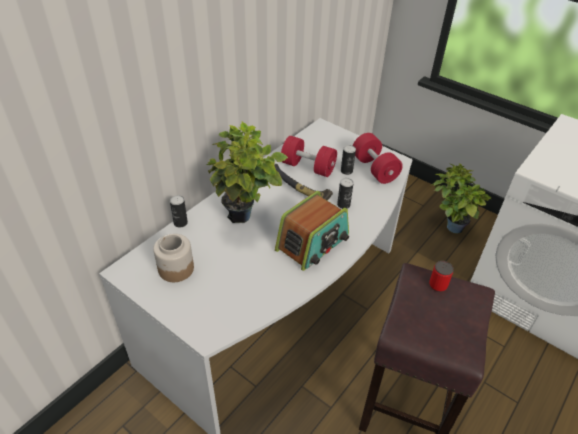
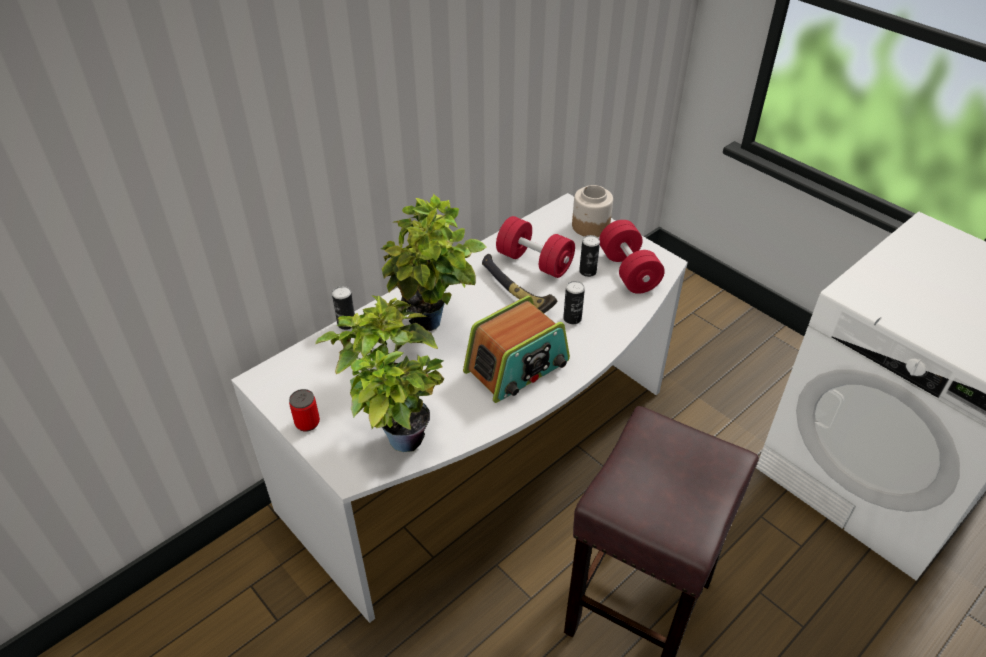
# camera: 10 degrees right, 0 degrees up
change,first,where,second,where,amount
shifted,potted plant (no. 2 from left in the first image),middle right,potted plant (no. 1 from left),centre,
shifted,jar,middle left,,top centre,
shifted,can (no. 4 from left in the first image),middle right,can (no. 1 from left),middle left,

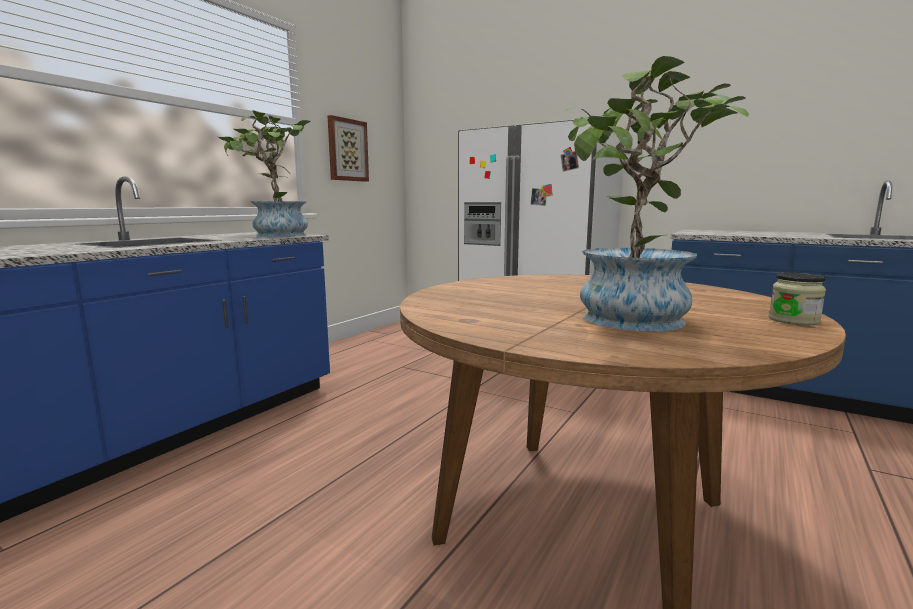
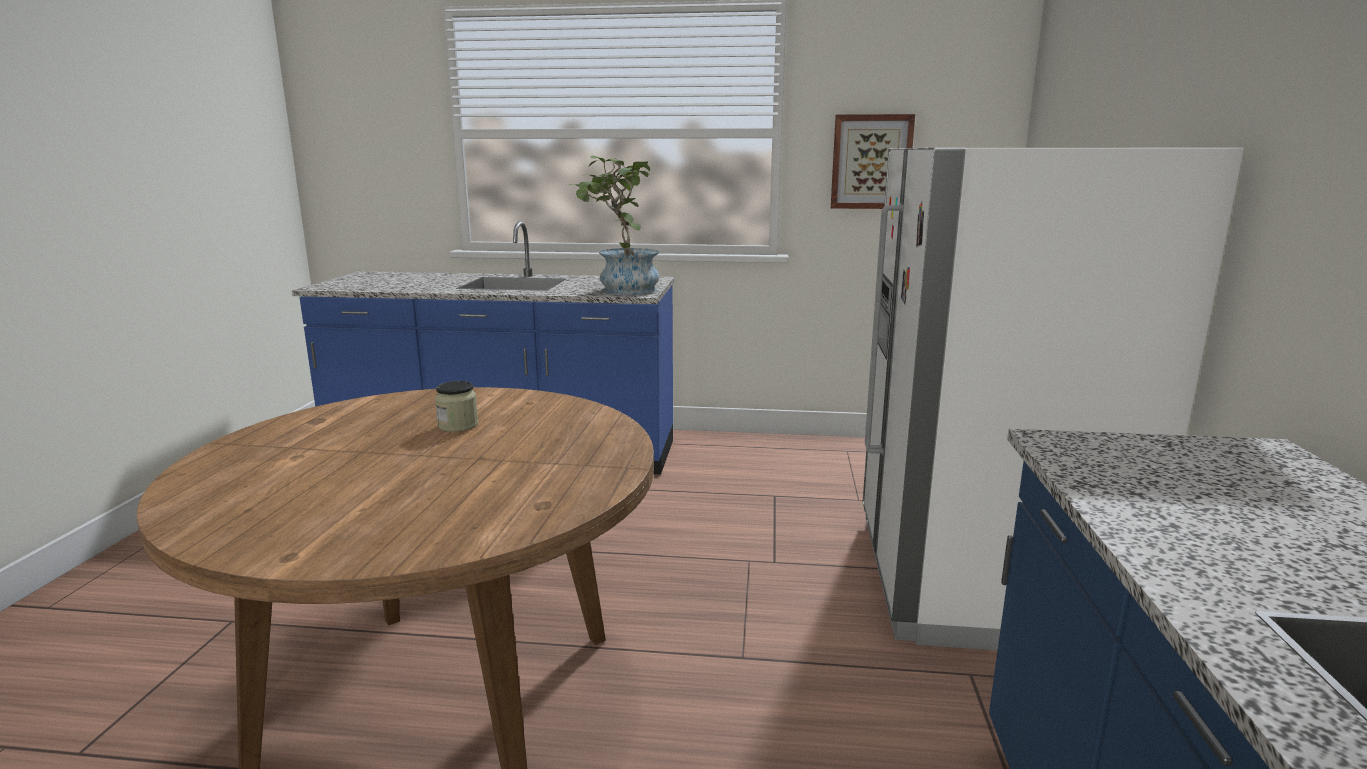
# camera: 65 degrees right, 5 degrees up
change,first,where,second,where,amount
gone,potted plant (no. 2 from left),top right,,,
shifted,jar,middle right,,centre,

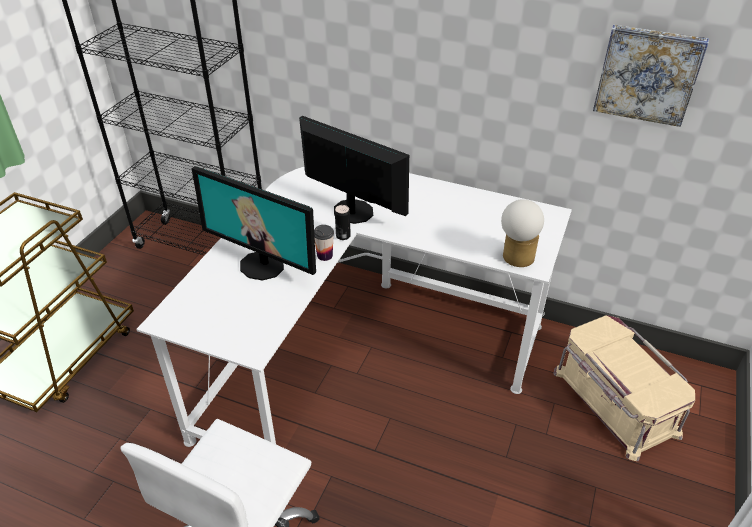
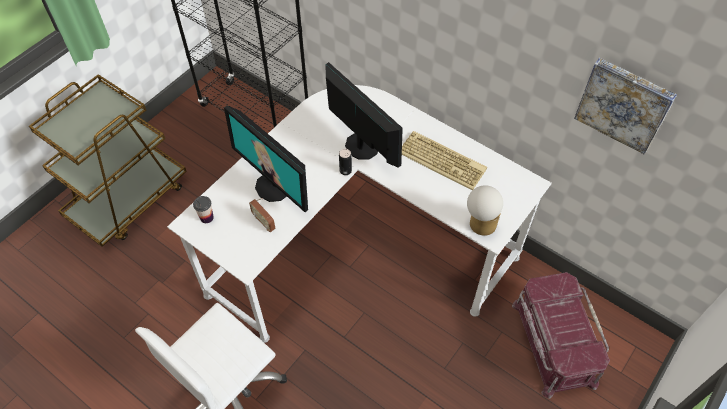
# camera: 15 degrees right, 15 degrees up
change,first,where,second,where,amount
shifted,cup,centre,,middle left,
repainted,storage box (beige),bottom right,storage box (red),bottom right,
new,,,keyboard,centre,
new,,,radio,centre,

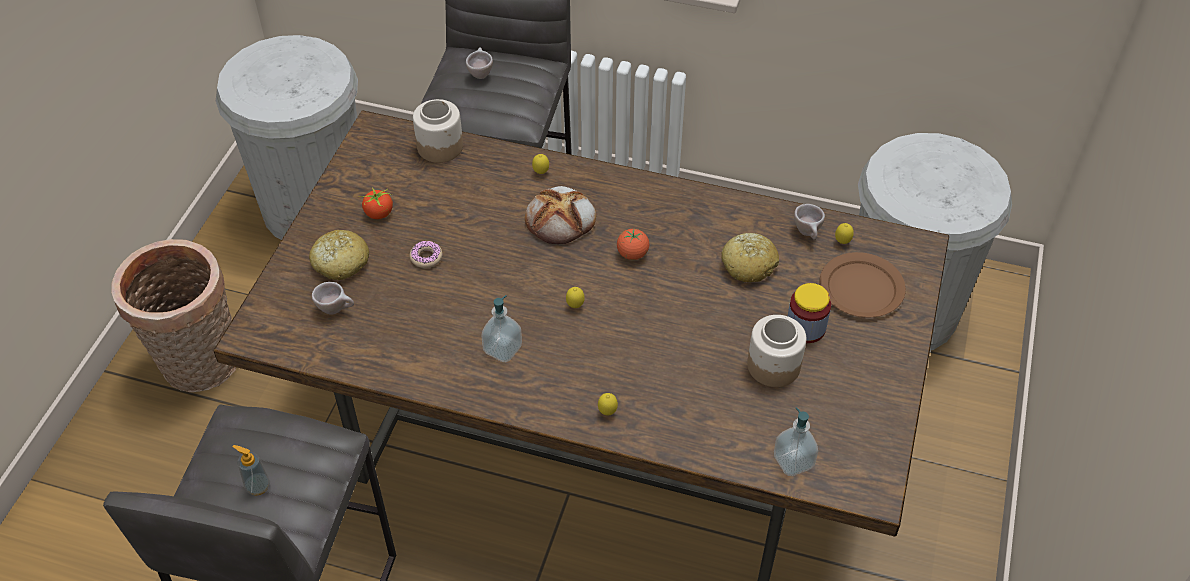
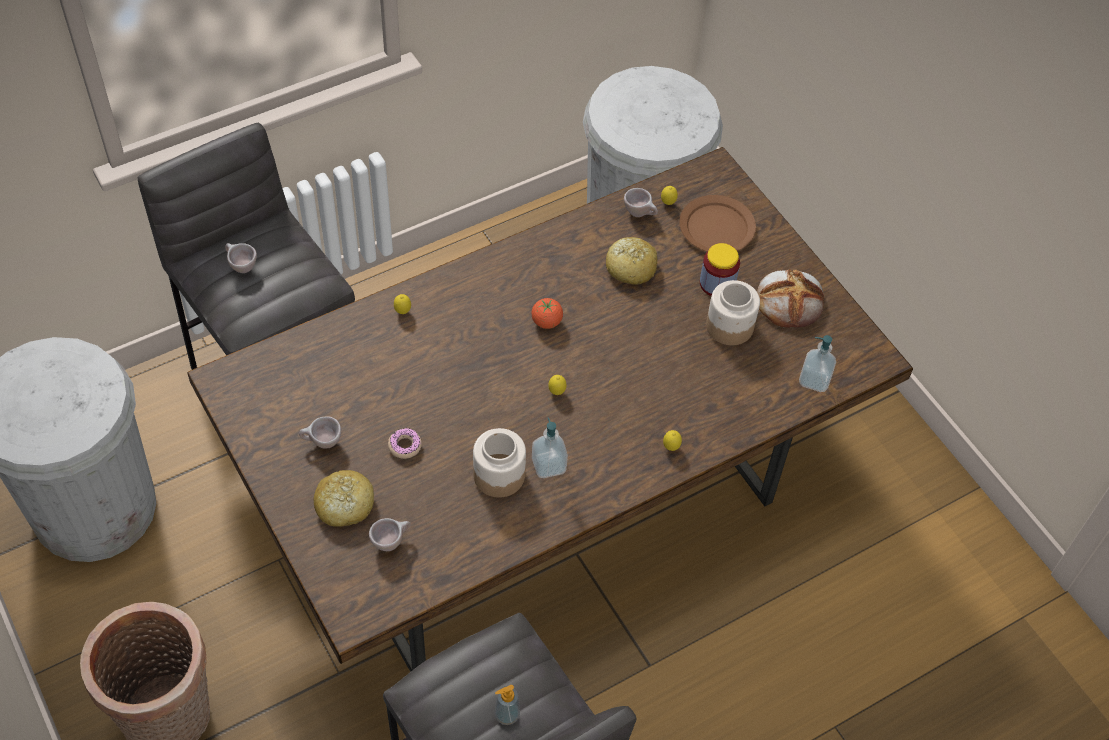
# camera: 50 degrees left, 5 degrees up
change,first,where,second,where,amount
shifted,jar (no. 1 from left),top centre,,centre,
shifted,bread (no. 2 from left in the first image),centre,bread (no. 3 from left),middle right,
swapped,tomato (no. 1 from left),middle left,cup (beige) (no. 2 from left),middle left,

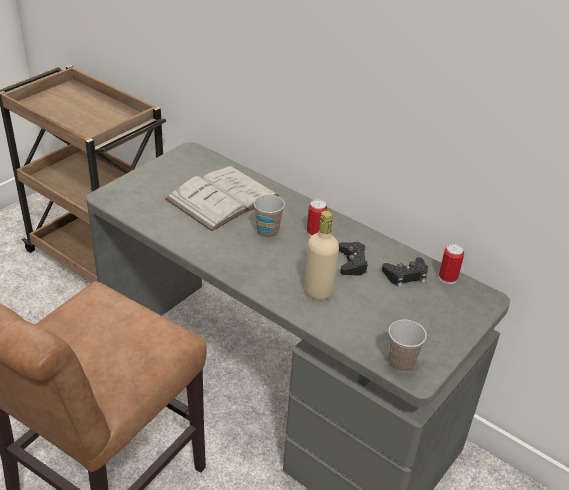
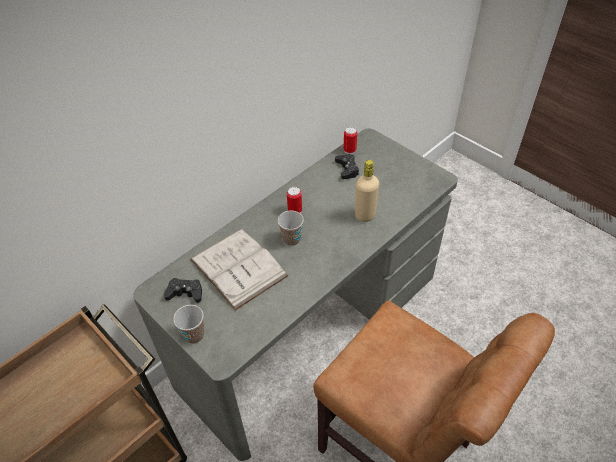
# camera: 80 degrees left, 10 degrees up
change,first,where,second,where,amount
shifted,game controller (black) (no. 1 from left),centre,,middle left,
shifted,cup (no. 2 from left in the first image),bottom right,cup (no. 1 from left),bottom left,

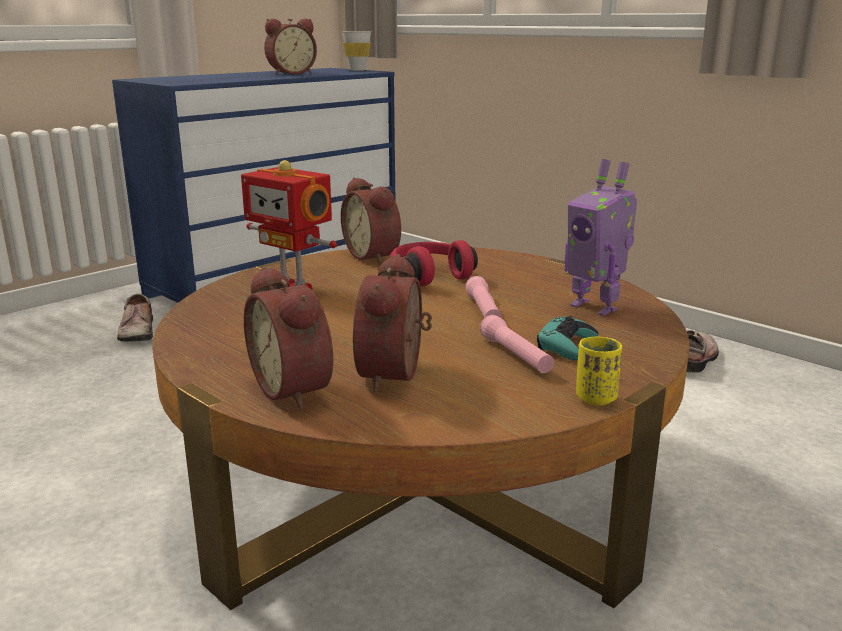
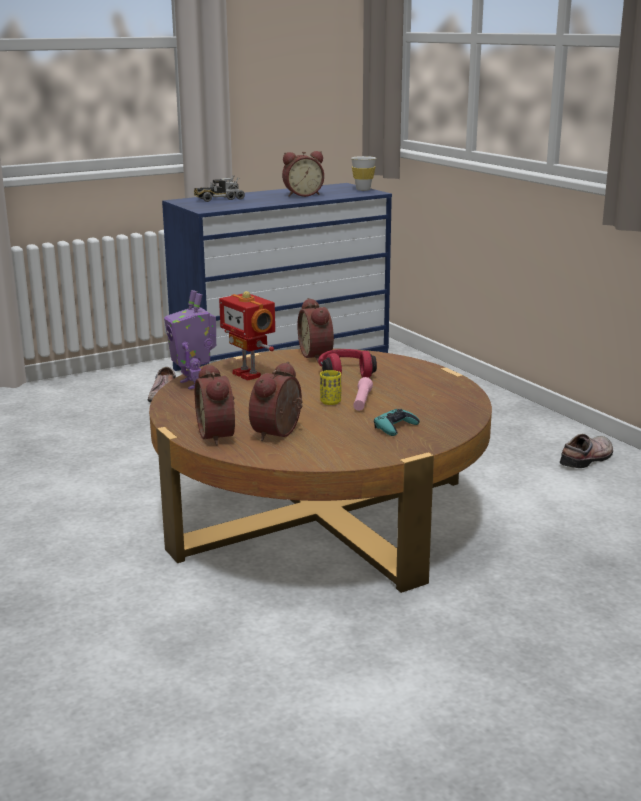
# camera: 15 degrees right, 0 degrees up
change,first,where,second,where,amount
shifted,toy robot (no. 2 from left in the first image),middle right,toy robot (no. 1 from left),middle left,
gone,flashlight (pink) (no. 2 from left),centre,,,
shifted,cup (yellow),middle right,,centre,
new,,,toy truck,top centre,

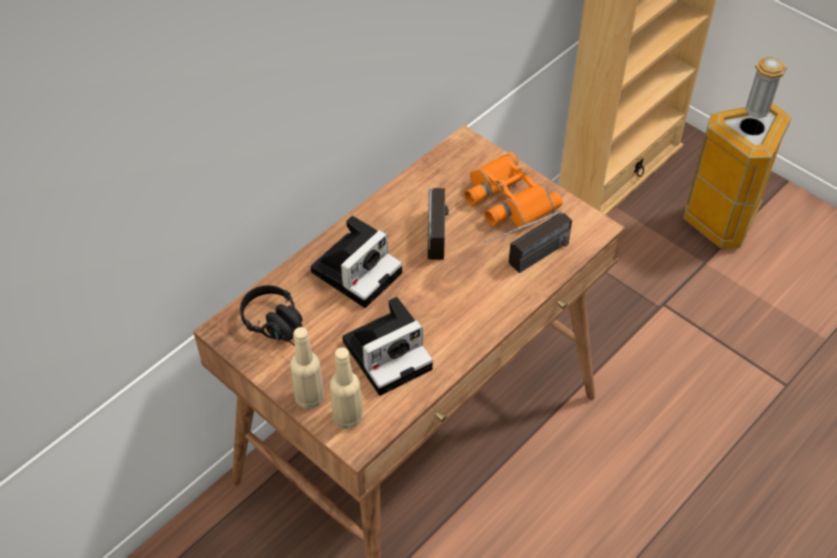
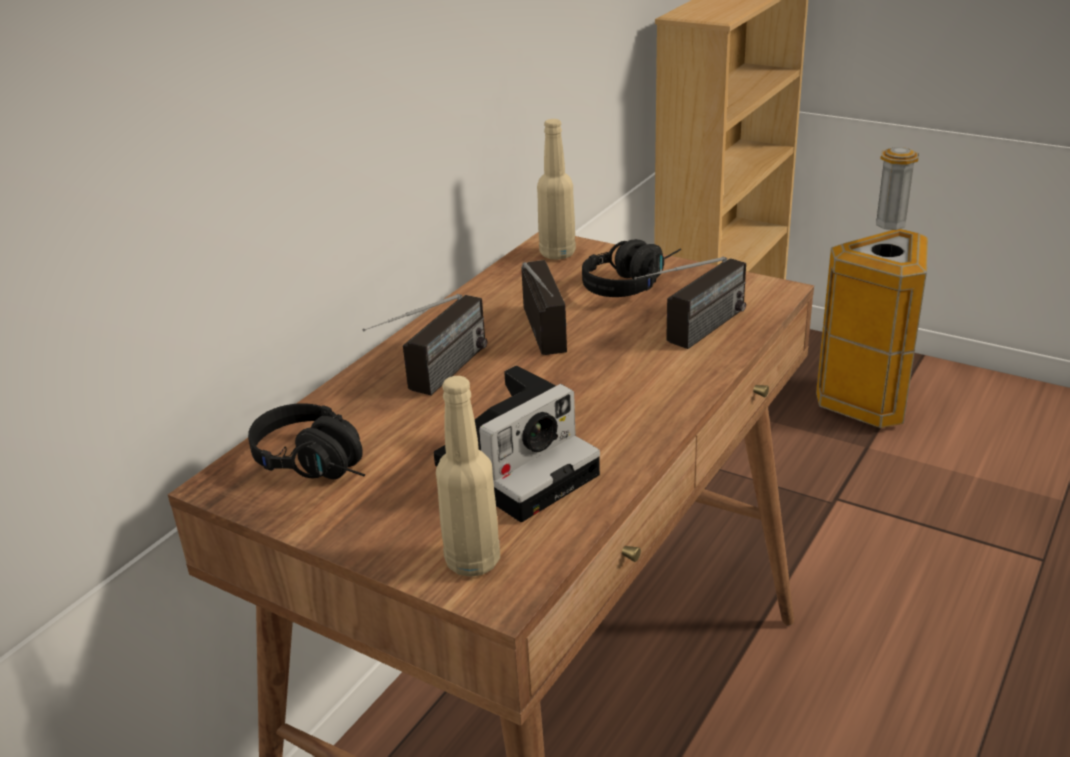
# camera: 10 degrees left, 20 degrees down
change,first,where,second,where,amount
swapped,binoculars (orange),centre,headphones (black) (no. 2 from left),centre,
swapped,photo camera (no. 1 from left),centre,radio (no. 1 from left),centre,
shifted,bottle (beige) (no. 1 from left in the first image),centre,bottle (beige) (no. 2 from left),top centre,

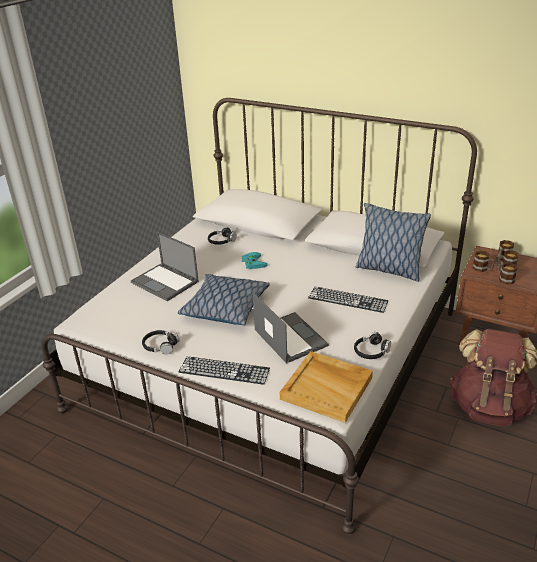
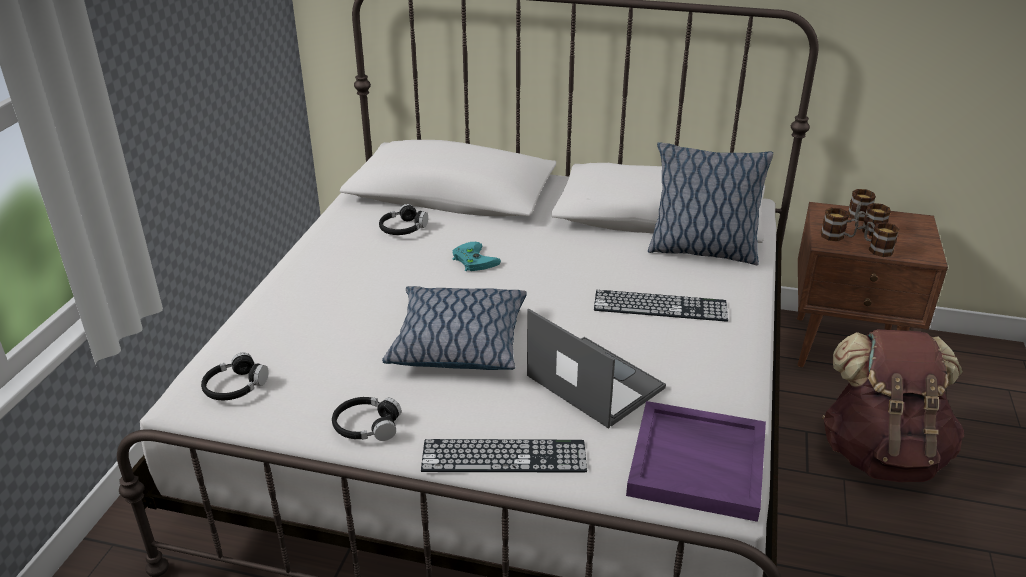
# camera: 15 degrees left, 0 degrees up
change,first,where,second,where,amount
gone,laptop (no. 1 from left),middle left,,,
shifted,headphones (black) (no. 3 from left in the first image),middle right,headphones (black) (no. 1 from left),middle left,
repainted,tray (beige),bottom centre,tray (purple),bottom right,

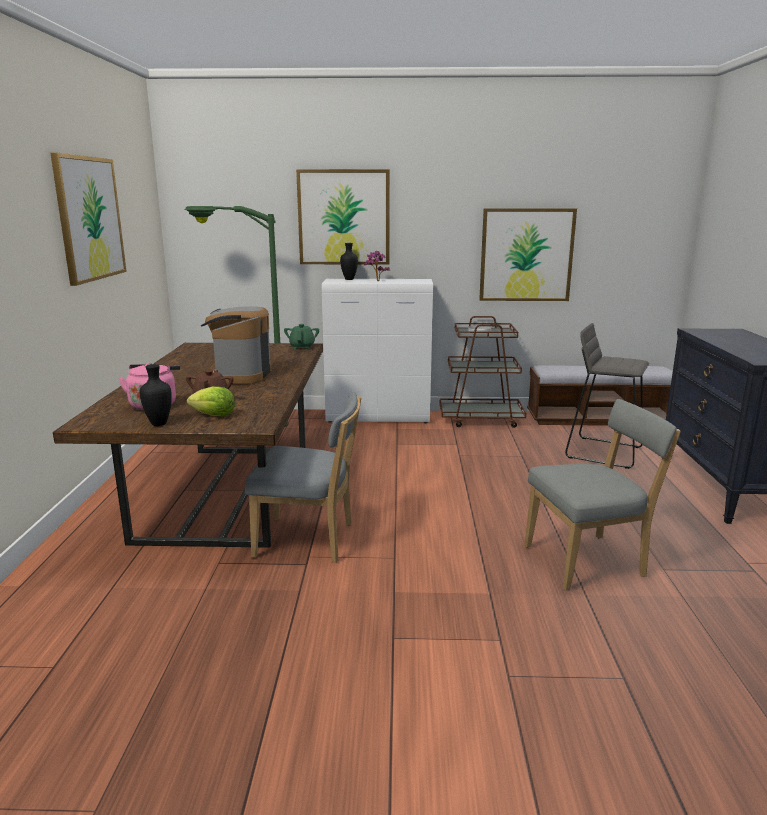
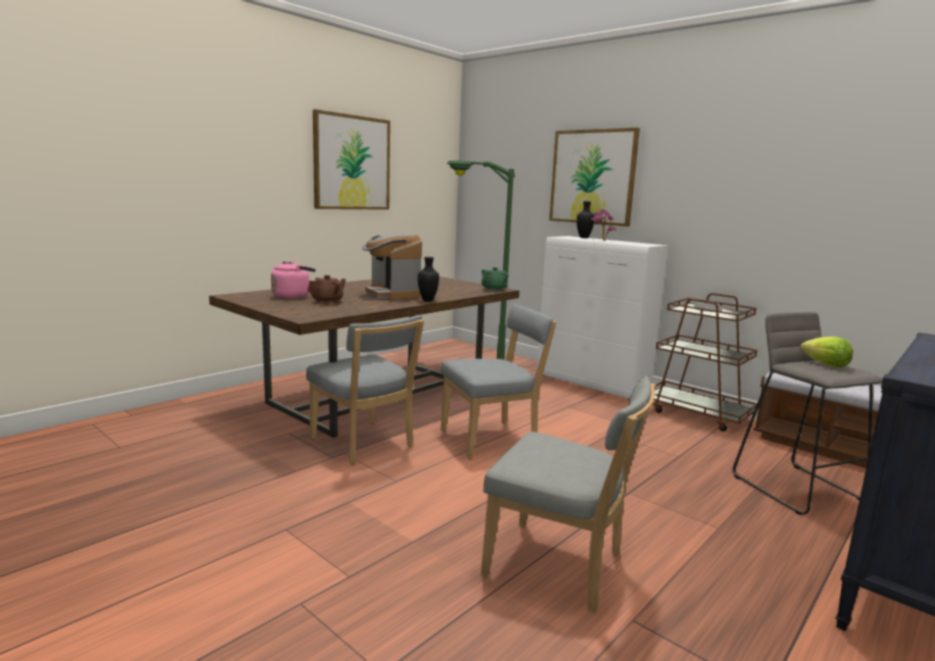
# camera: 40 degrees right, 5 degrees down
change,first,where,second,where,amount
gone,picture (no. 3 from left),top right,,,
rotated,coffee machine,middle left,,centre,75 degrees counterclockwise
shifted,vase (black) (no. 1 from left),middle left,,centre,
shifted,lettuce,middle left,,middle right,
new,,,chair (grey) (no. 2 from left),centre,

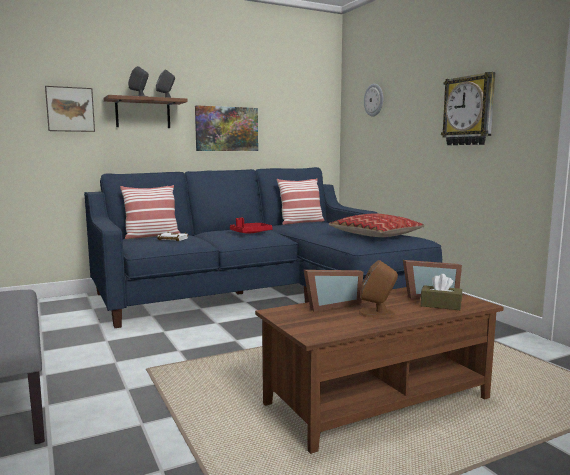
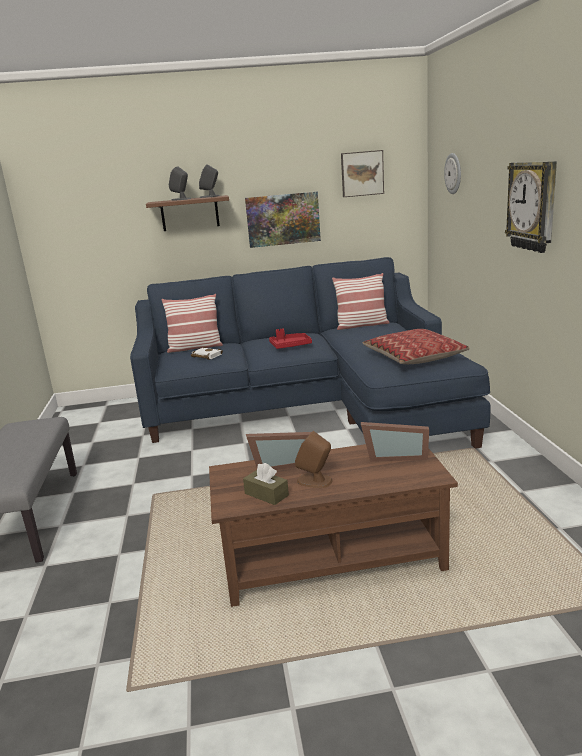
# camera: 20 degrees right, 10 degrees up
change,first,where,second,where,amount
shifted,picture (no. 1 from left in the first image),top left,picture (no. 2 from left),top centre,
shifted,tissue box (brown),middle right,,centre,

